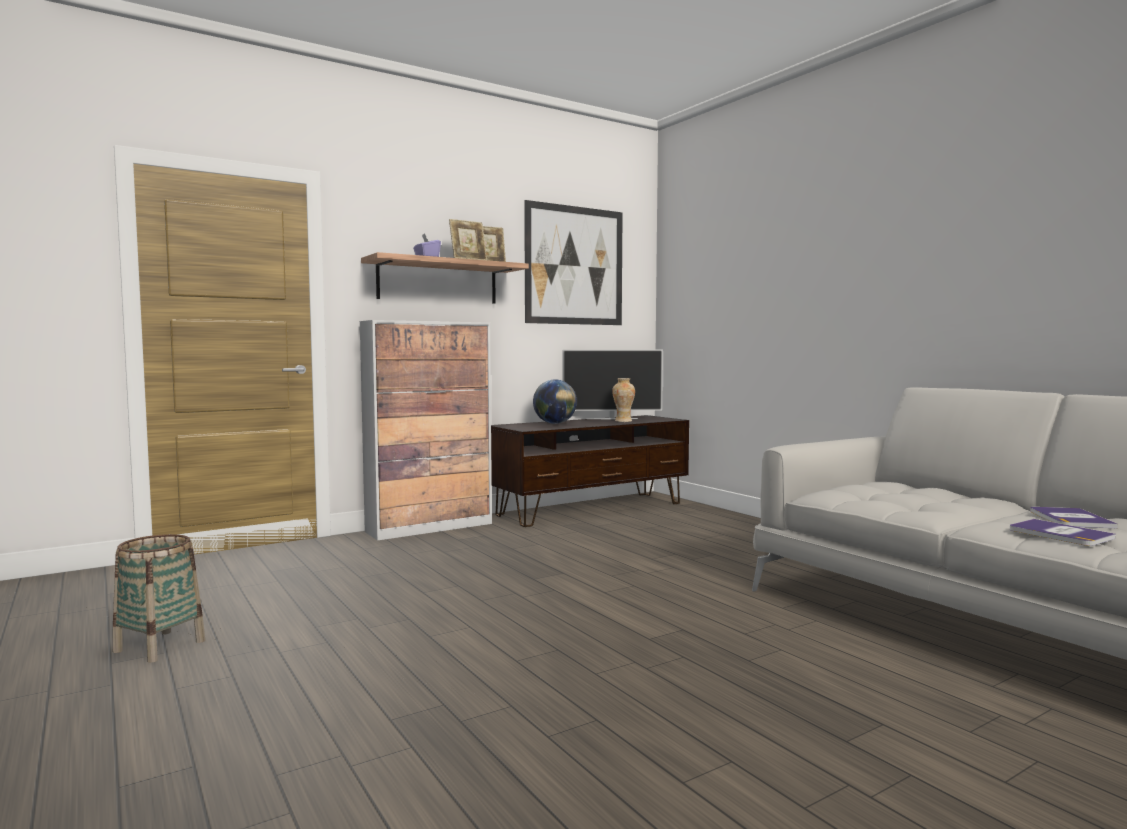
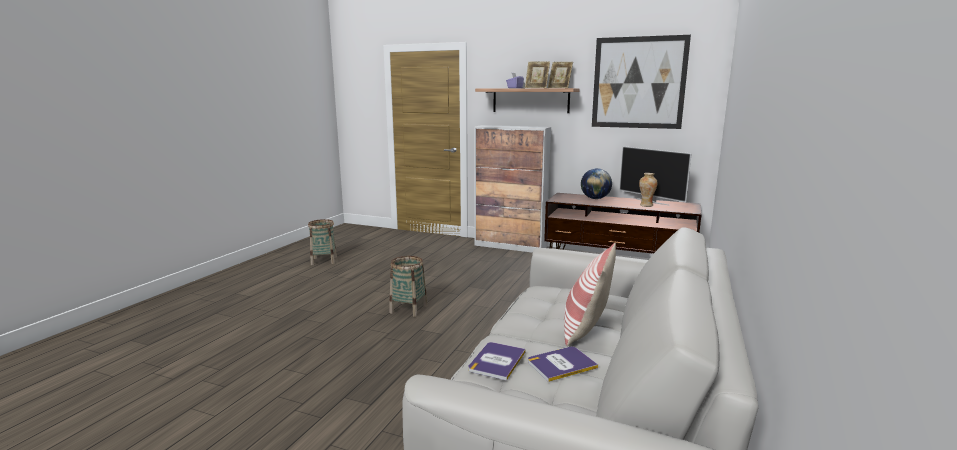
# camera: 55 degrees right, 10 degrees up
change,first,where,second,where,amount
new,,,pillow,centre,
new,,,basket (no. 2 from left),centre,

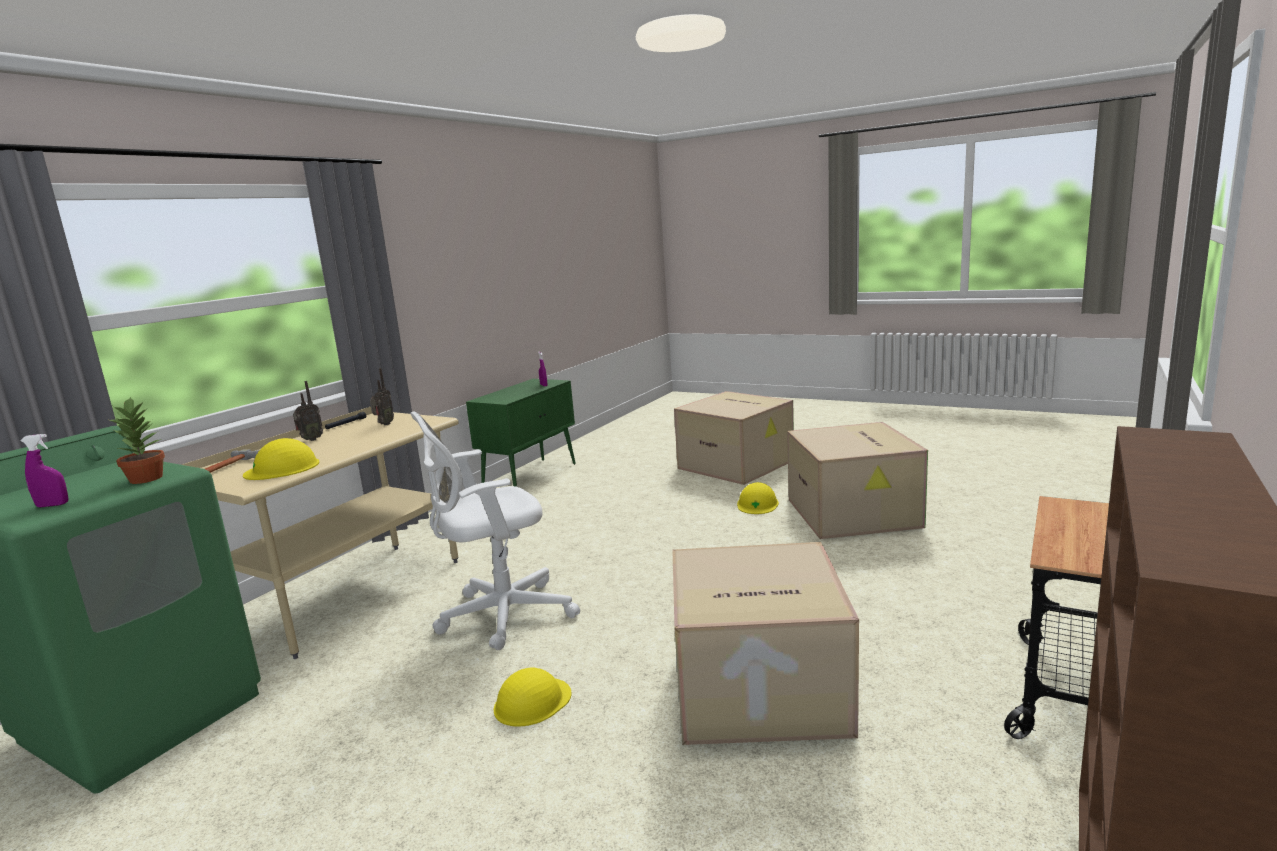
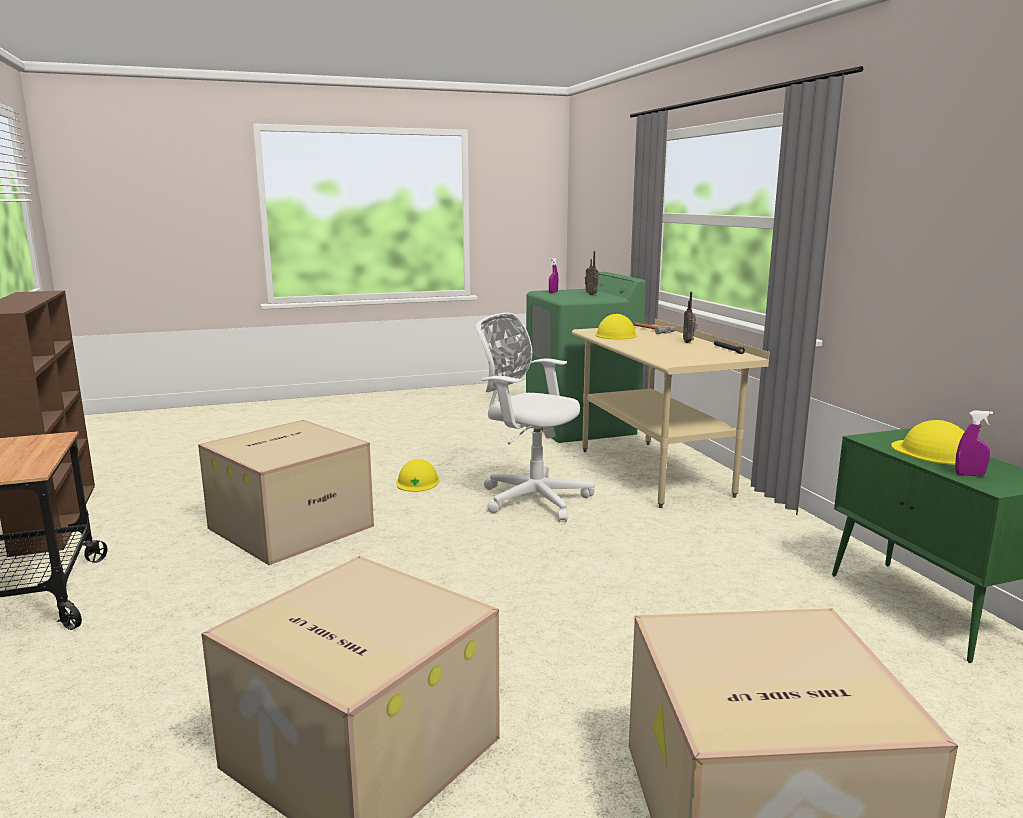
# camera: 130 degrees right, 0 degrees up
change,first,where,second,where,amount
shifted,radio (no. 2 from left in the first image),middle left,radio (no. 1 from left),centre,
gone,potted plant,middle left,,,
rotated,office chair (white),centre,,centre,75 degrees counterclockwise
shifted,hard hat (yellow) (no. 3 from left),centre,,middle right,

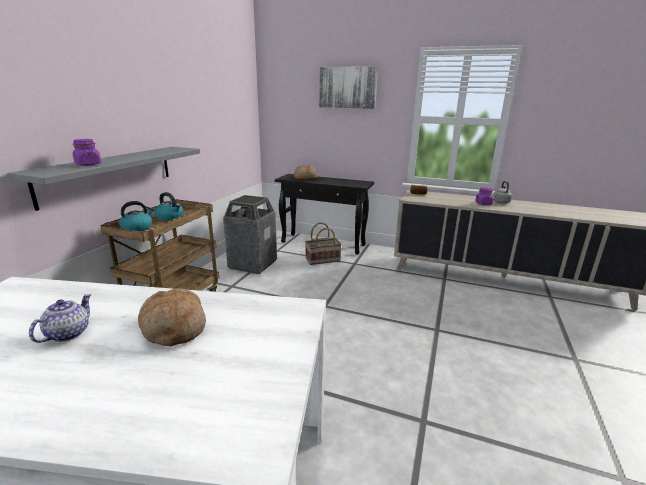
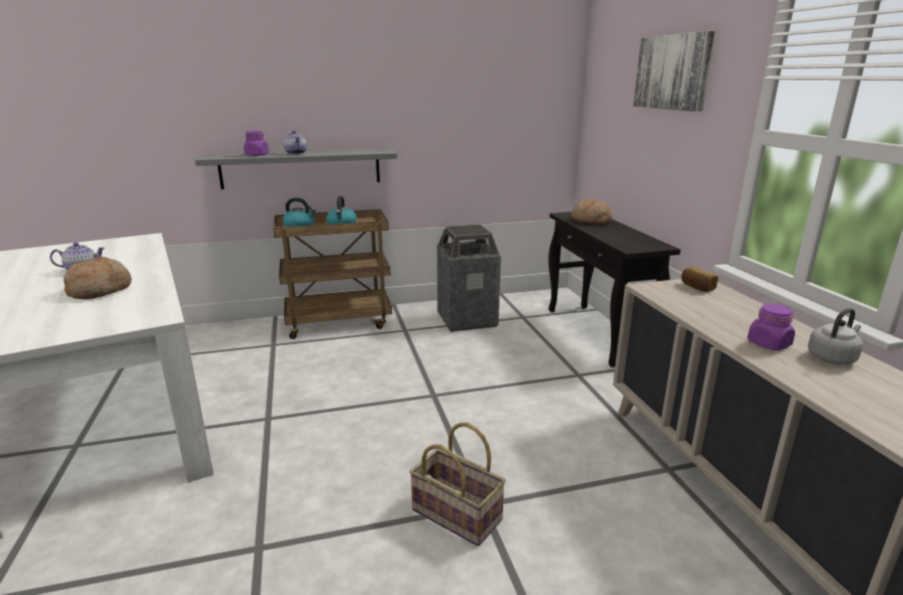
# camera: 55 degrees right, 0 degrees up
change,first,where,second,where,amount
shifted,basket,centre,,bottom centre,
new,,,teapot (no. 2 from left),top left,

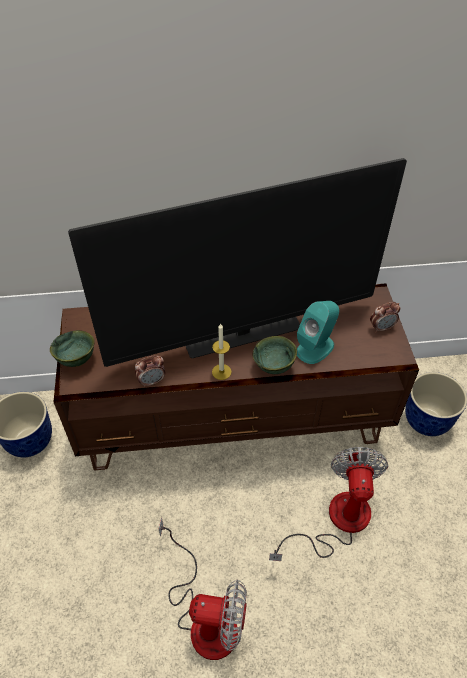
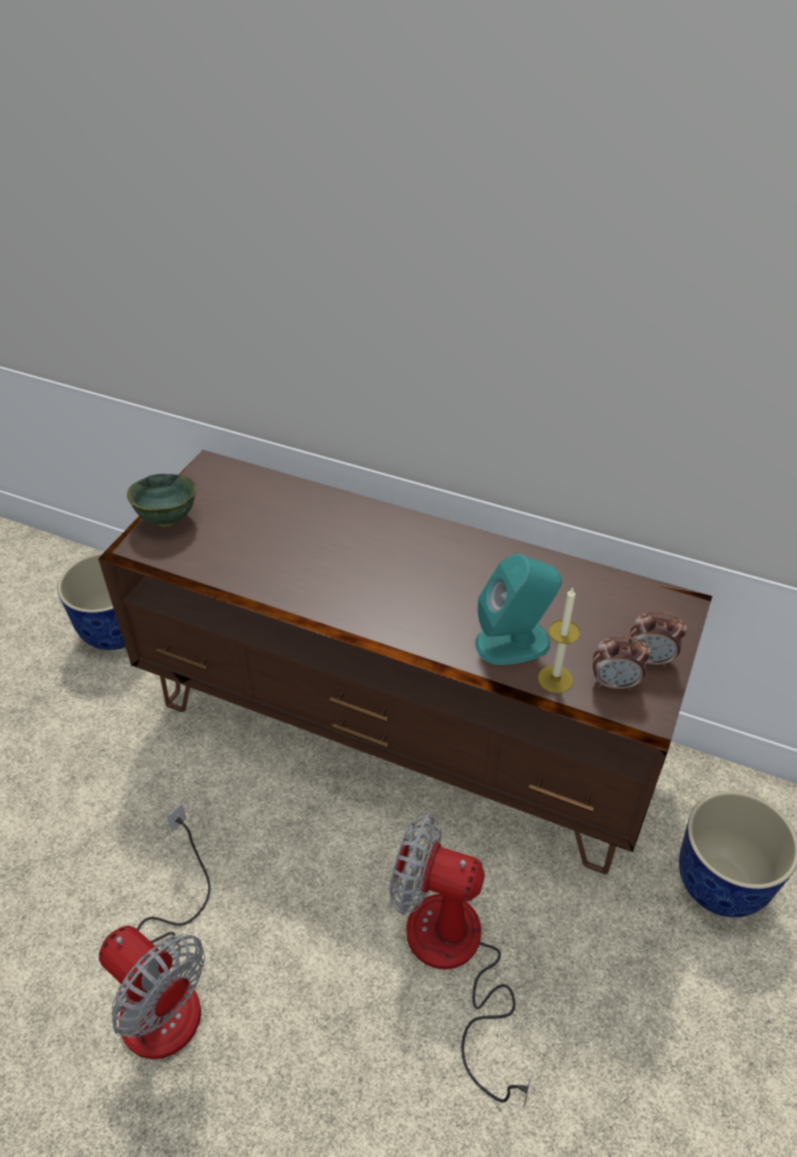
# camera: 30 degrees right, 5 degrees down
change,first,where,second,where,amount
gone,television,centre,,,
shifted,candle,centre,,middle right,
gone,bowl (green) (no. 2 from left),centre,,,
shifted,alarm clock (no. 1 from left),middle left,,middle right,
rotated,fan (no. 2 from left),bottom right,,bottom centre,105 degrees counterclockwise

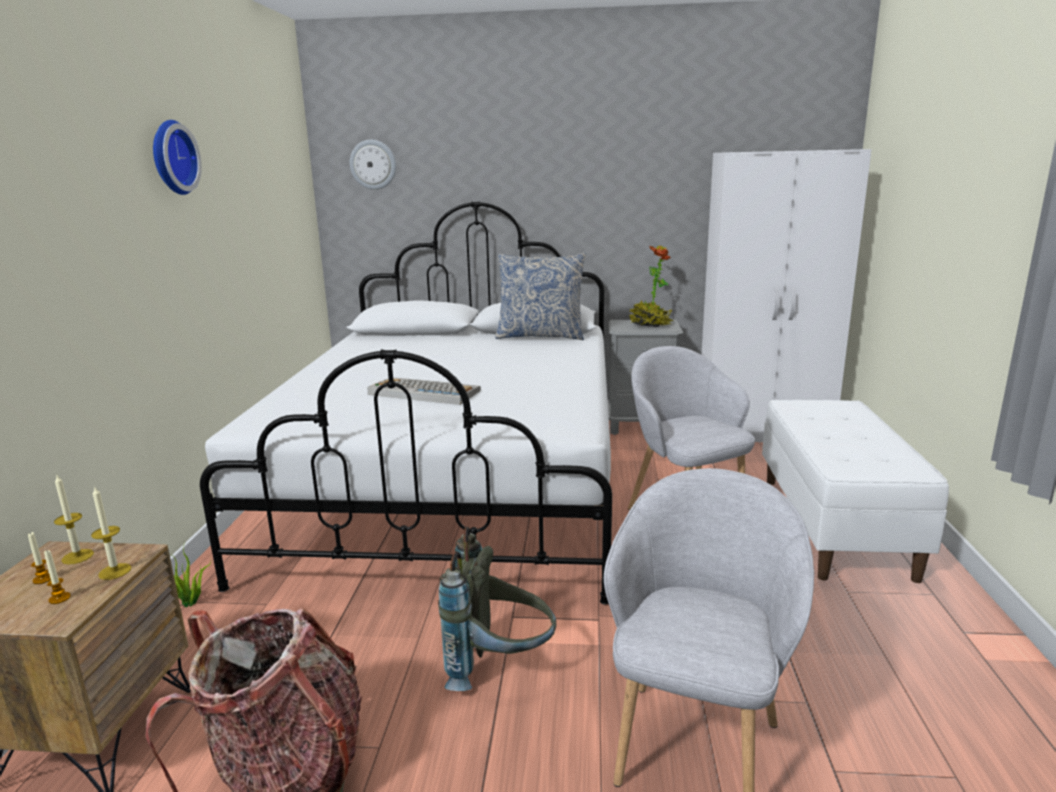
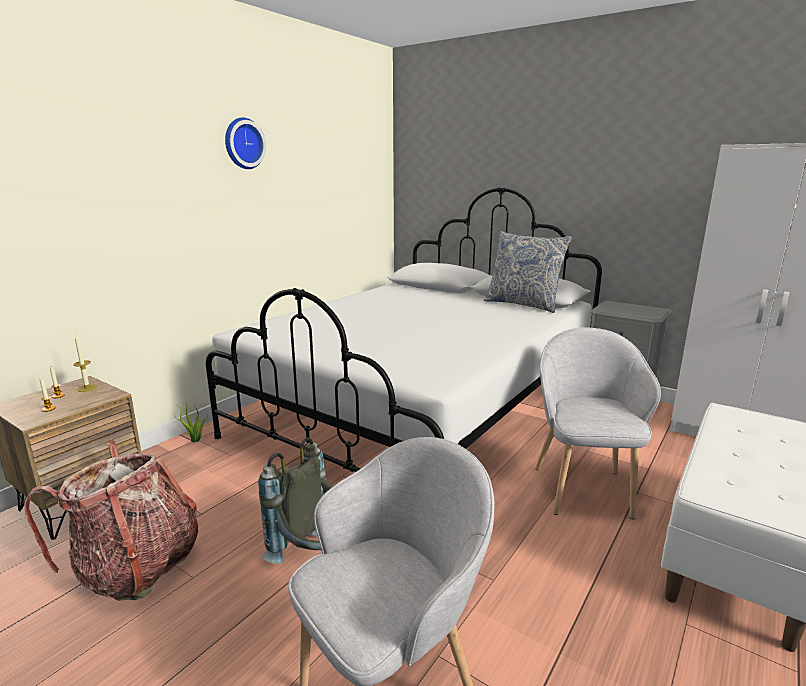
# camera: 30 degrees right, 0 degrees up
change,first,where,second,where,amount
gone,wall clock (no. 2 from left),top centre,,,
gone,potted plant (no. 2 from left),centre,,,
gone,keyboard,centre,,,
gone,candle (no. 4 from left),bottom left,,,

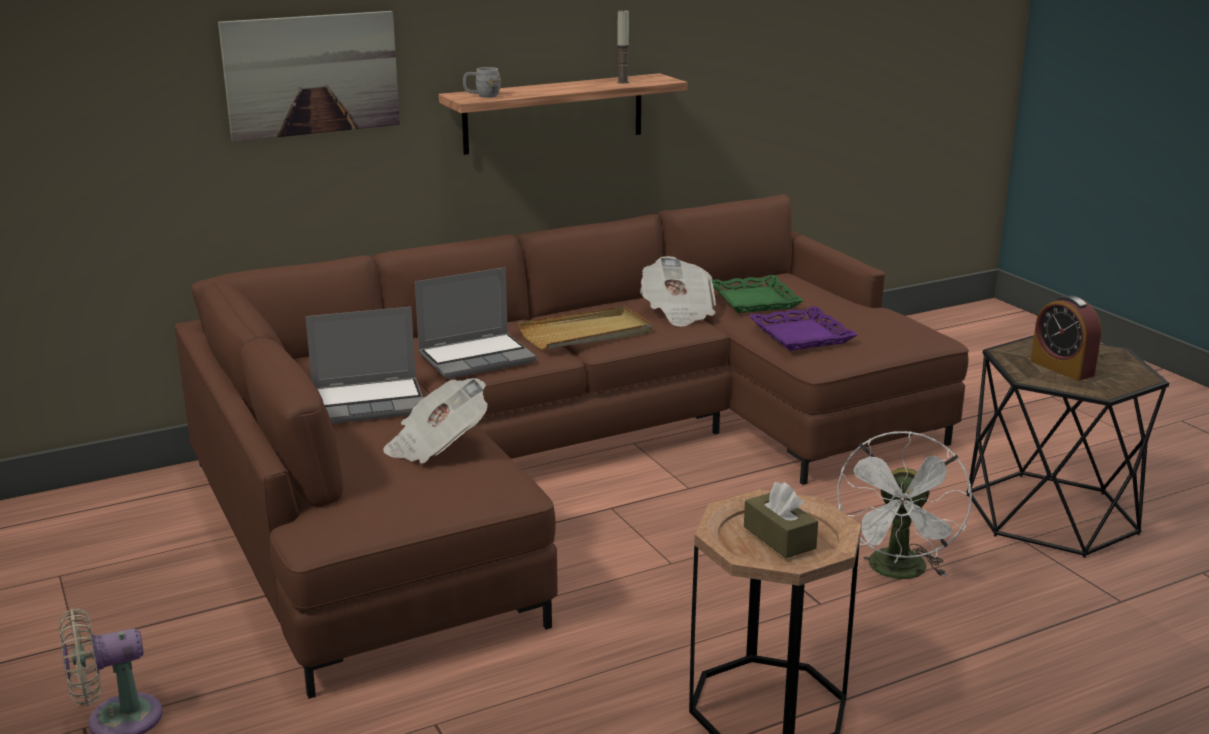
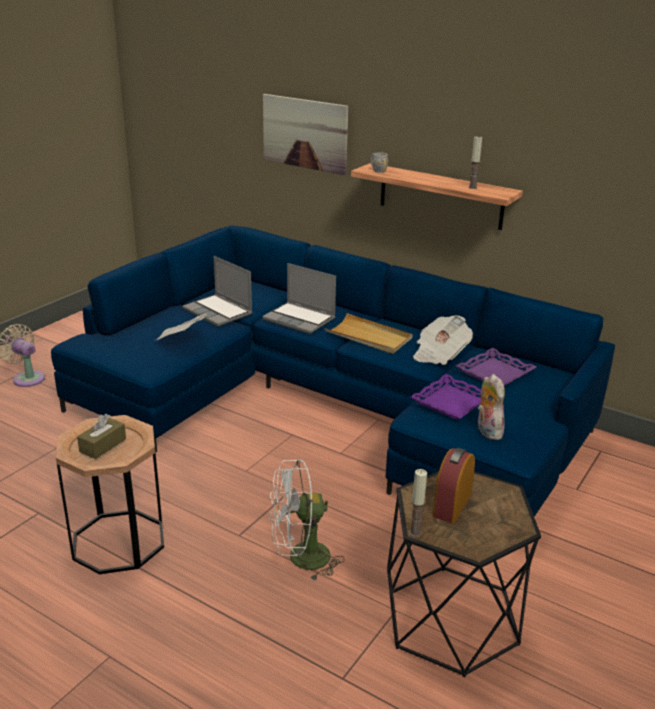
# camera: 60 degrees right, 5 degrees up
change,first,where,second,where,amount
repainted,sofa (brown),centre,sofa (blue),centre,
repainted,tray (green),centre,tray (purple) (no. 2 from left),middle right,
new,,,plush toy,middle right,
new,,,candle (no. 1 from left),bottom centre,

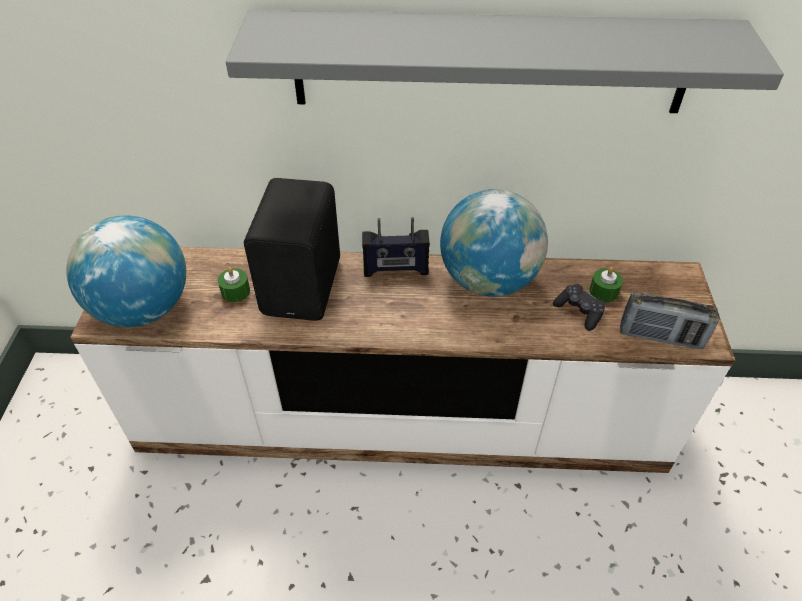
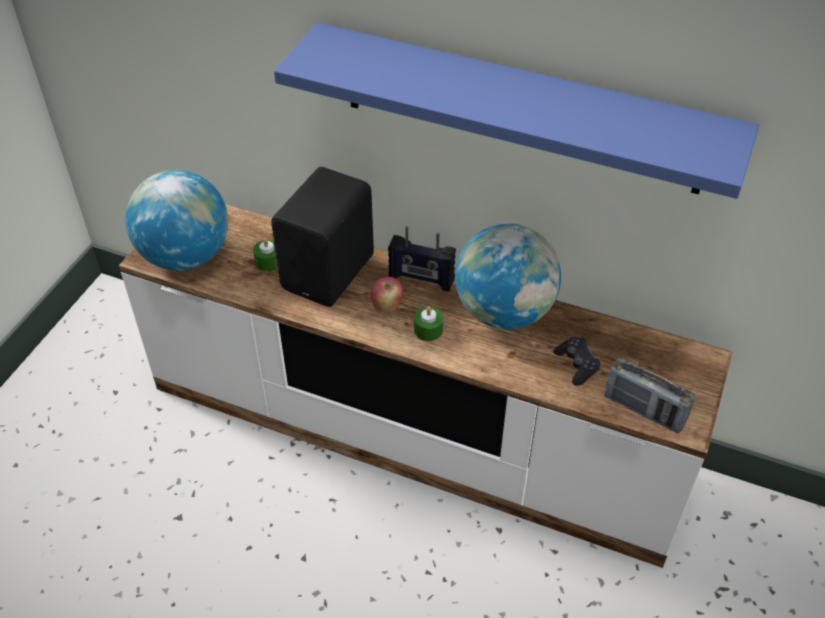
# camera: 20 degrees right, 0 degrees up
change,first,where,second,where,amount
repainted,shelf (grey),top centre,shelf (blue),top centre,
shifted,candle (green) (no. 2 from left),middle right,,centre,
new,,,apple,centre,

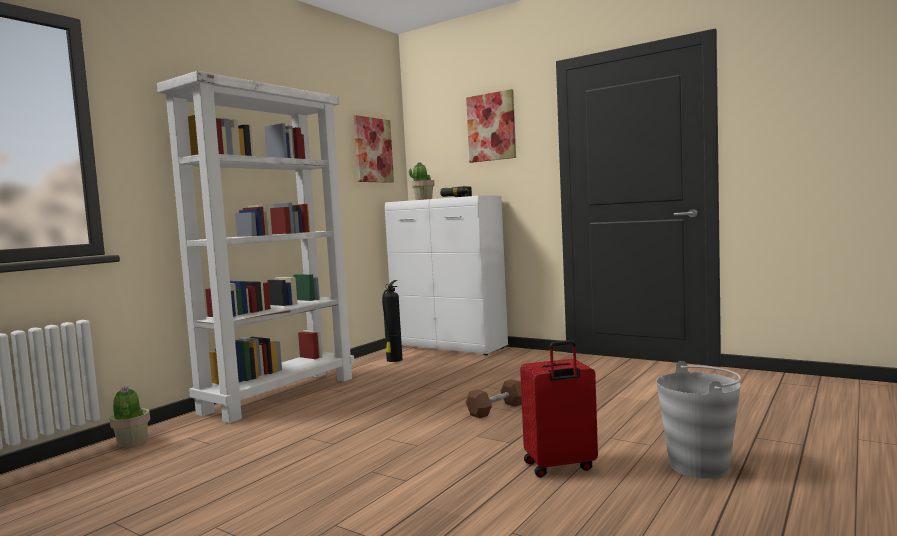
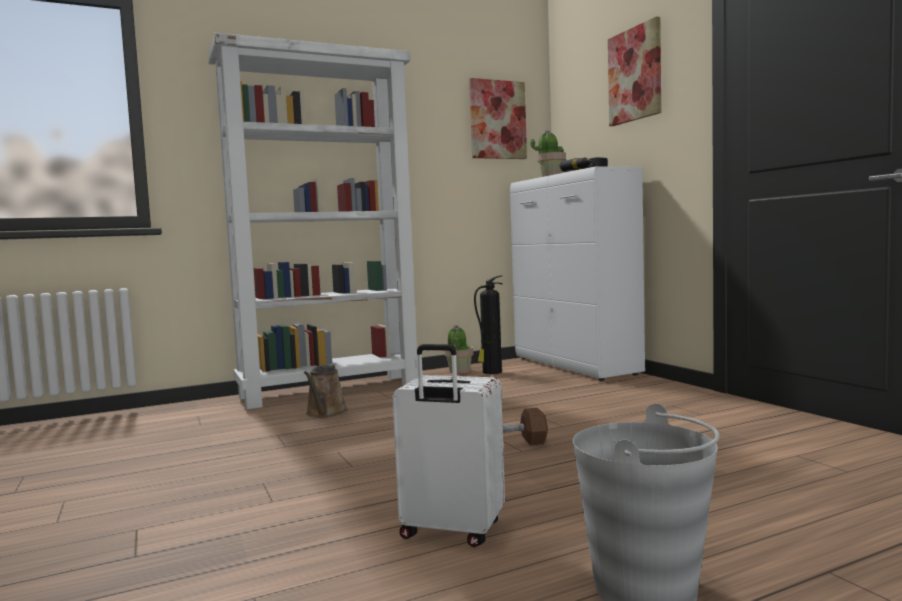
# camera: 30 degrees right, 0 degrees up
change,first,where,second,where,amount
repainted,suitcase (red),bottom centre,suitcase (white),bottom centre,
shifted,potted plant (no. 1 from left),bottom left,,centre,
new,,,watering can (brown),centre,

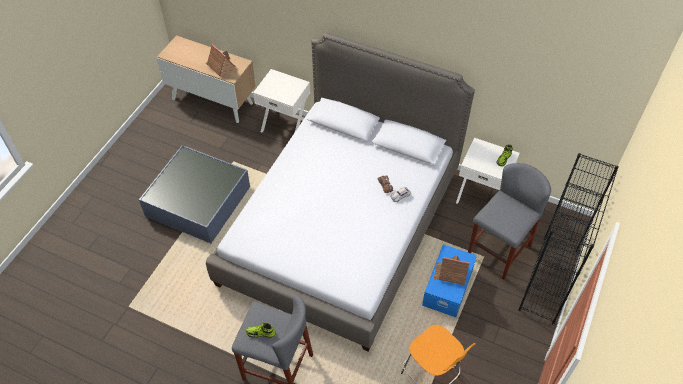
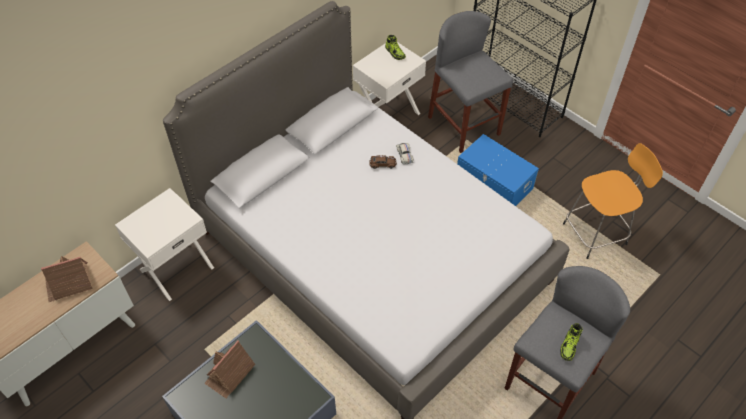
# camera: 70 degrees left, 0 degrees up
change,first,where,second,where,amount
shifted,toy house (no. 2 from left),bottom centre,,bottom left,

